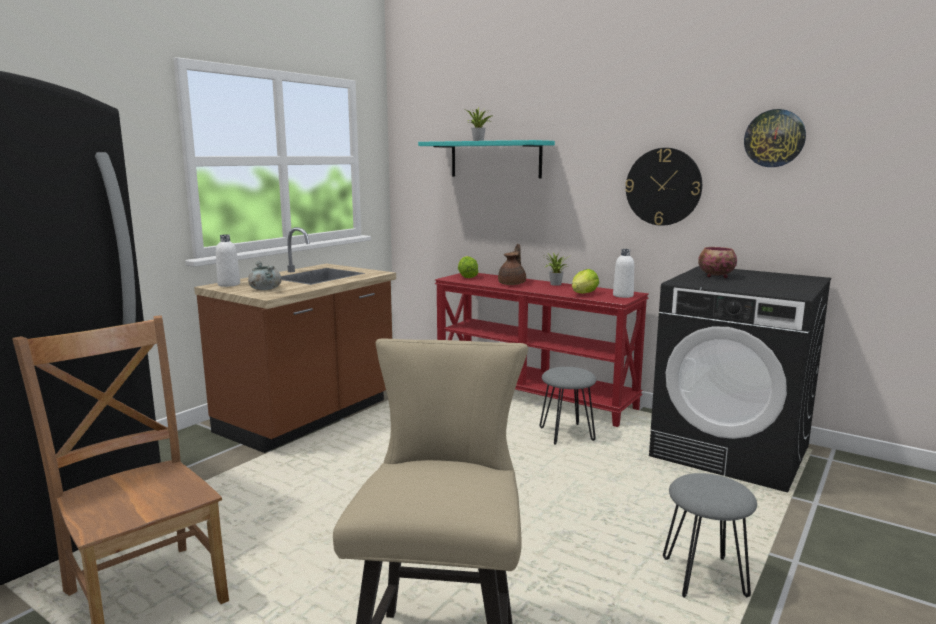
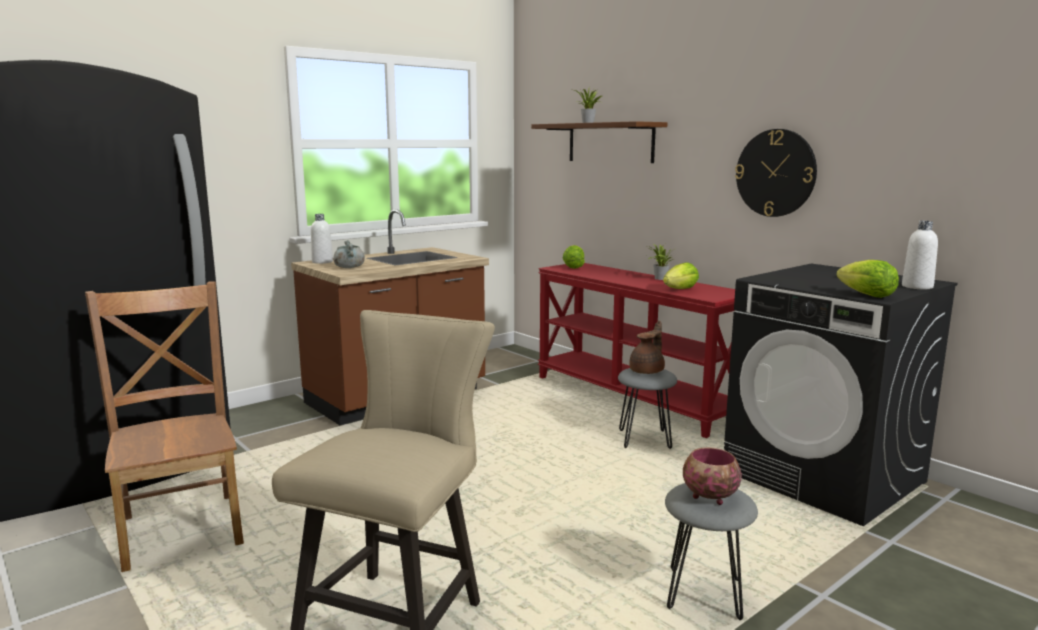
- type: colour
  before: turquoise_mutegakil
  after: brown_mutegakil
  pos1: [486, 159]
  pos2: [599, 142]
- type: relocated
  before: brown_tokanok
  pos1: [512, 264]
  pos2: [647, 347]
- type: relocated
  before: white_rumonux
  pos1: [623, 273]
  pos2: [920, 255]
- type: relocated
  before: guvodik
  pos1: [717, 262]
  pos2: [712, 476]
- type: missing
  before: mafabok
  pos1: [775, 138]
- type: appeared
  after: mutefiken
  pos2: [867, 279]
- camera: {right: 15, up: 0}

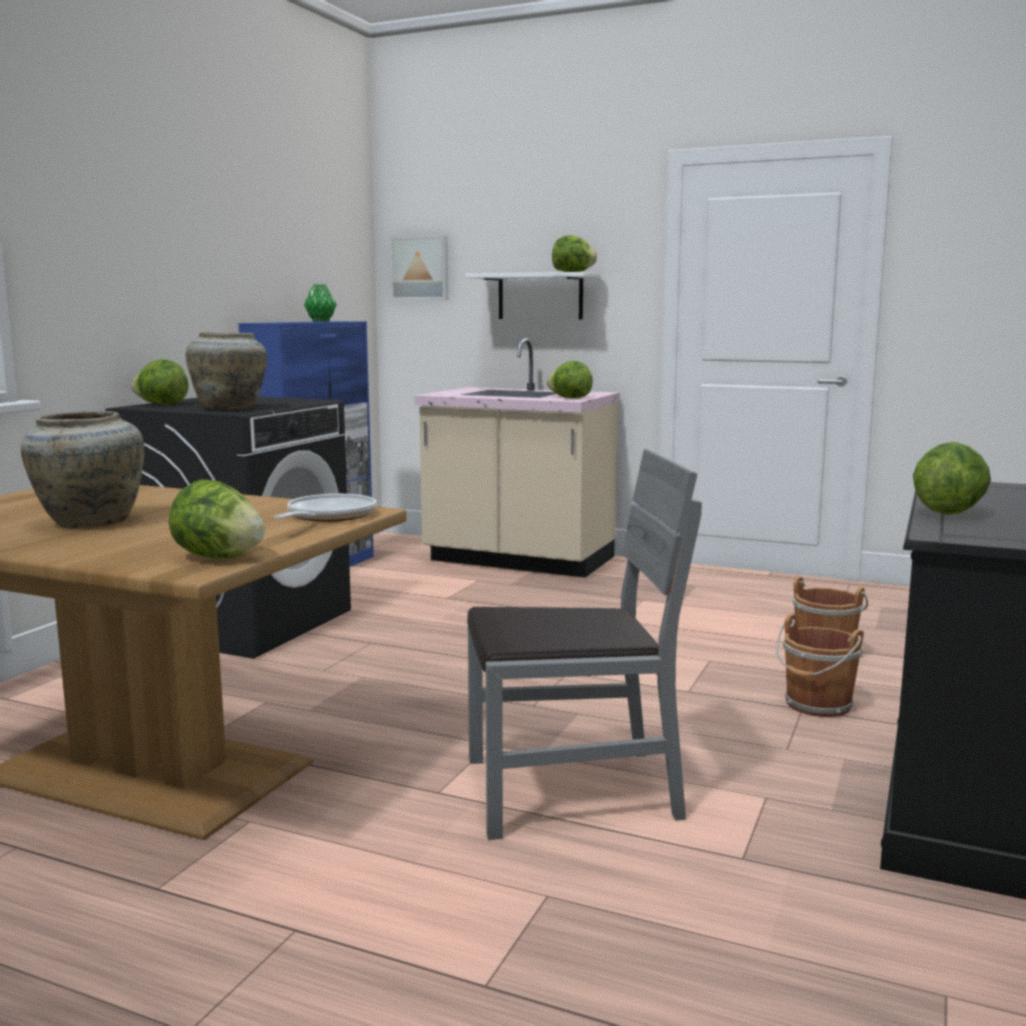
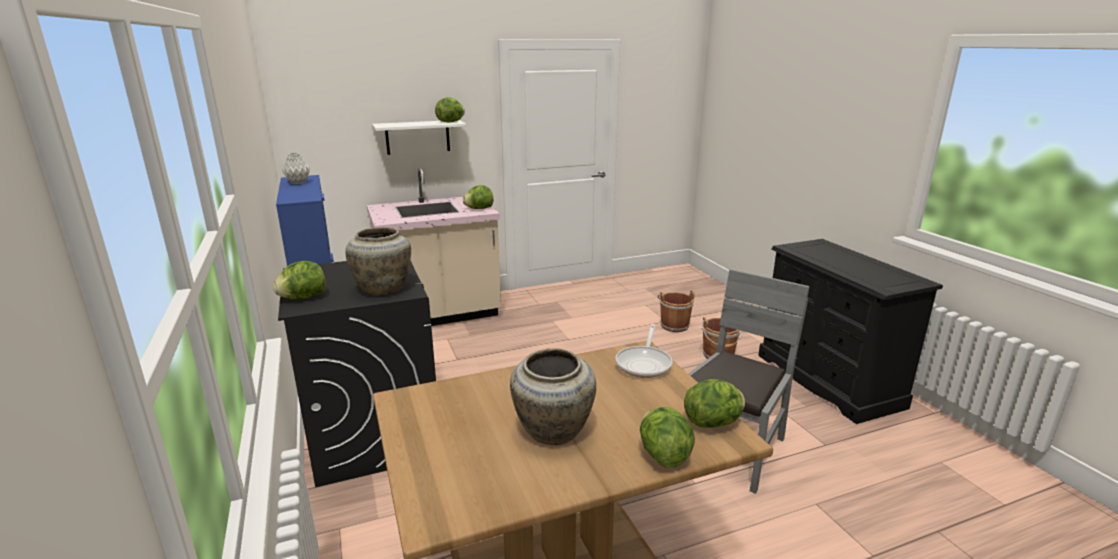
- type: spun
  before: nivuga
  pos1: [325, 508]
  pos2: [643, 351]
  turn: -135
- type: colour
  before: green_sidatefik
  after: grey_sidatefik
  pos1: [320, 303]
  pos2: [296, 168]
- type: missing
  before: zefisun
  pos1: [419, 268]
- type: relocated
  before: mutefiken
  pos1: [952, 478]
  pos2: [667, 437]
- camera: {right: -45, up: 10}

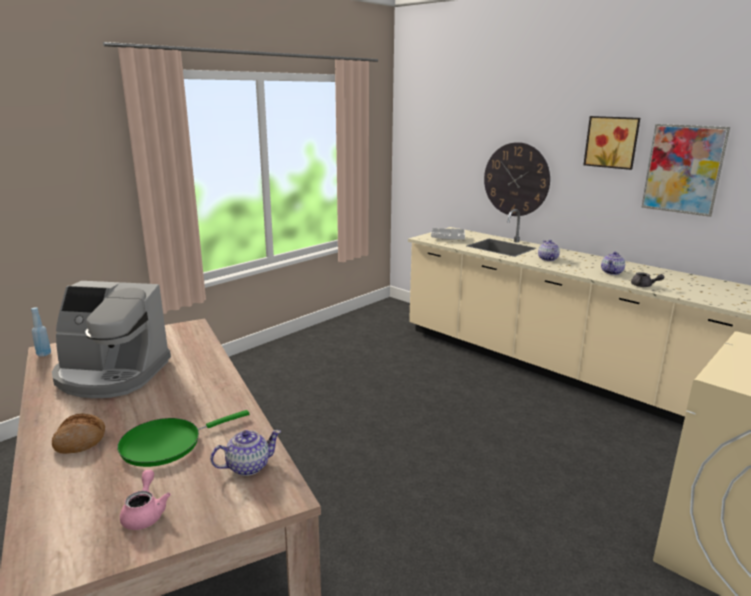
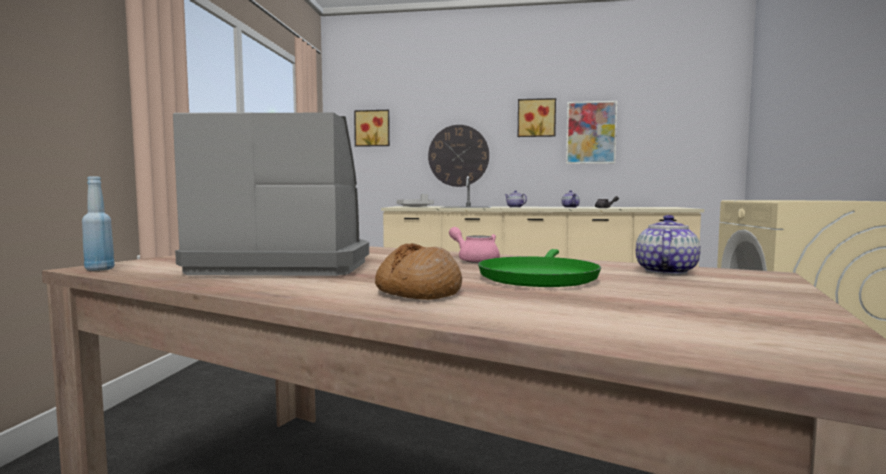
- type: spun
  before: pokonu
  pos1: [111, 339]
  pos2: [271, 194]
  turn: -150
- type: relocated
  before: pink_tokanok
  pos1: [145, 500]
  pos2: [474, 245]
- type: appeared
  after: zefisun
  pos2: [372, 128]
- camera: {right: -35, up: -15}

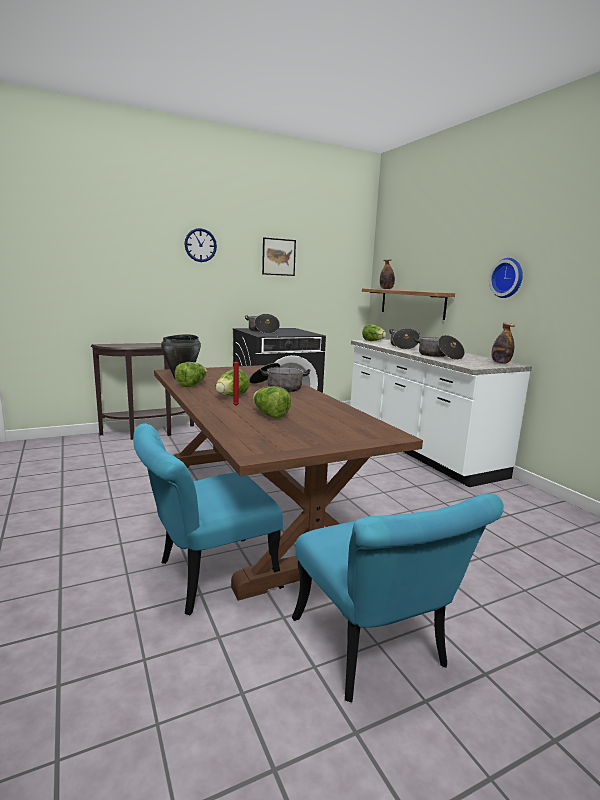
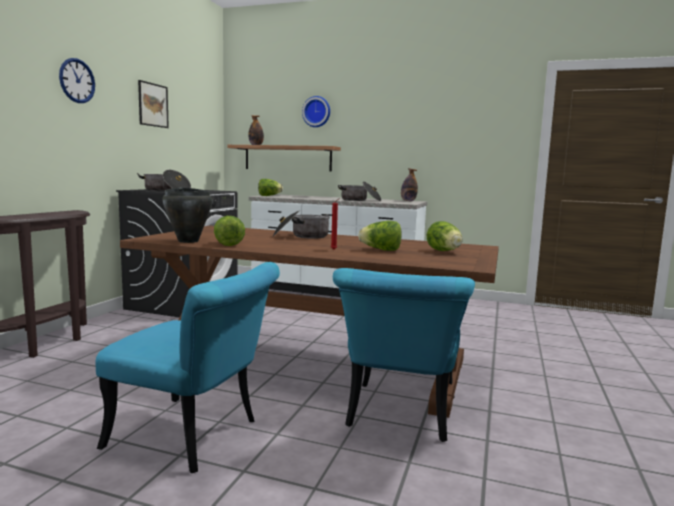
- type: relocated
  before: mutefiken
  pos1: [232, 382]
  pos2: [445, 236]
- type: relocated
  before: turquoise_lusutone
  pos1: [398, 597]
  pos2: [188, 367]
- type: missing
  before: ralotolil
  pos1: [404, 338]
- type: relocated
  before: mafabok
  pos1: [506, 278]
  pos2: [316, 111]
- camera: {right: -45, up: -5}

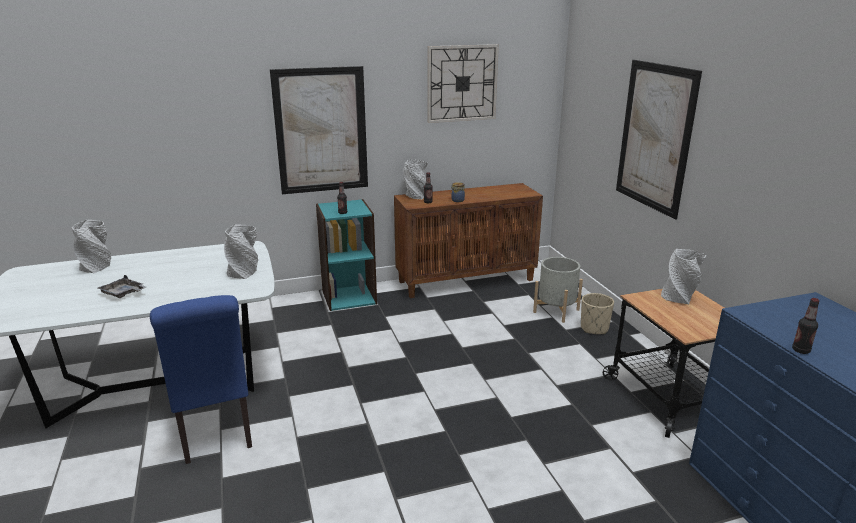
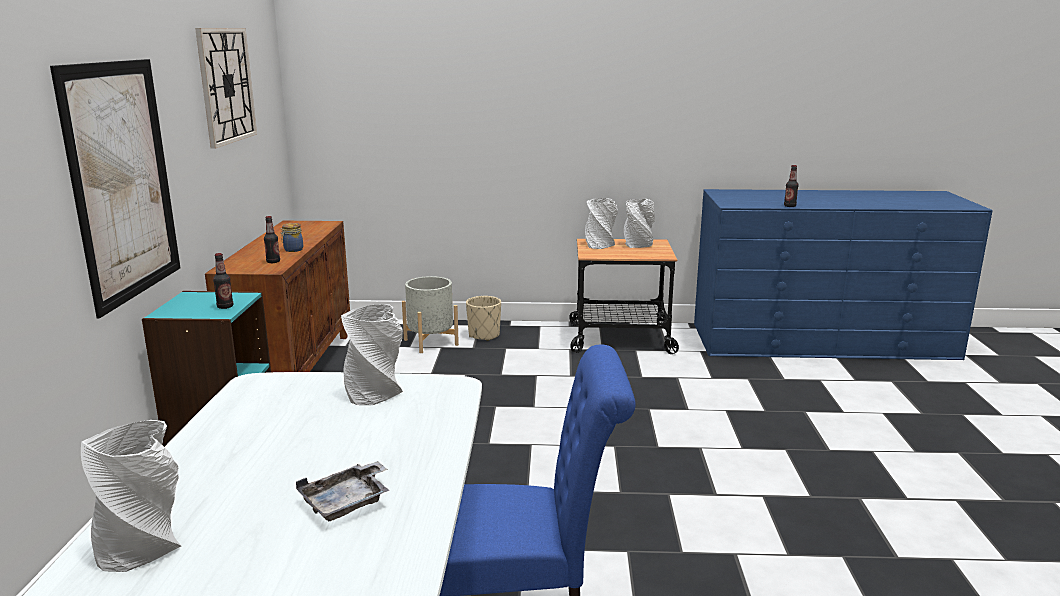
- type: relocated
  before: grey_sidatefik
  pos1: [415, 179]
  pos2: [639, 223]
- type: missing
  before: zefisun
  pos1: [659, 140]
- camera: {right: -70, up: -5}

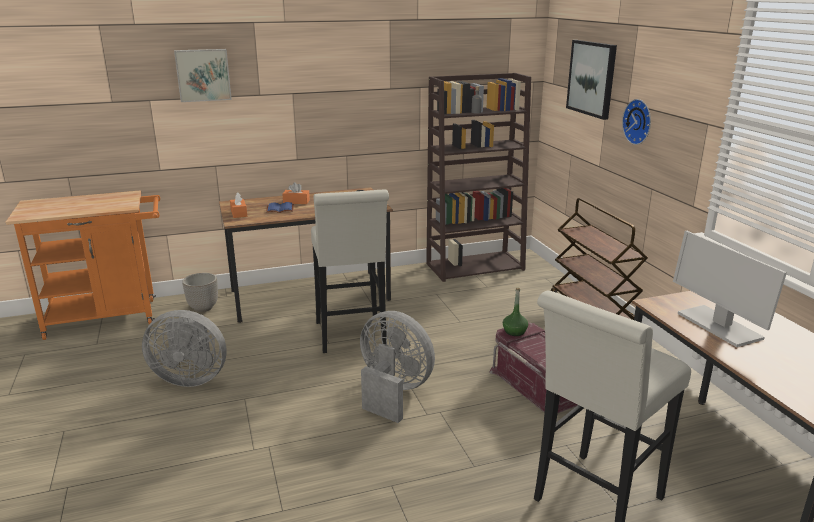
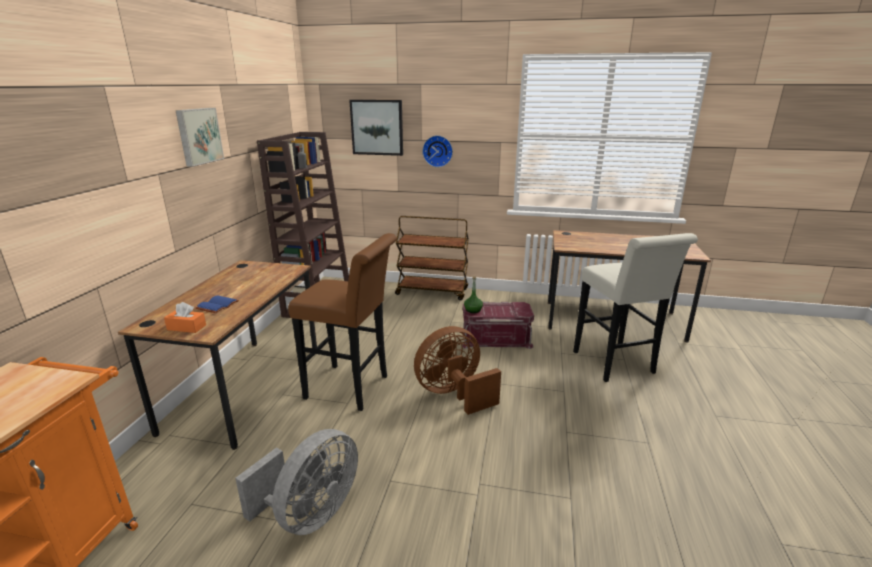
- type: relocated
  before: zefisun
  pos1: [203, 75]
  pos2: [199, 137]
- type: missing
  before: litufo
  pos1: [200, 292]
- type: missing
  before: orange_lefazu
  pos1: [296, 193]
- type: colour
  before: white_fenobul
  after: brown_fenobul
  pos1: [350, 271]
  pos2: [342, 322]
- type: colour
  before: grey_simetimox
  after: brown_simetimox
  pos1: [397, 367]
  pos2: [457, 370]
- type: missing
  before: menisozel
  pos1: [730, 289]
- camera: {right: -60, up: 0}

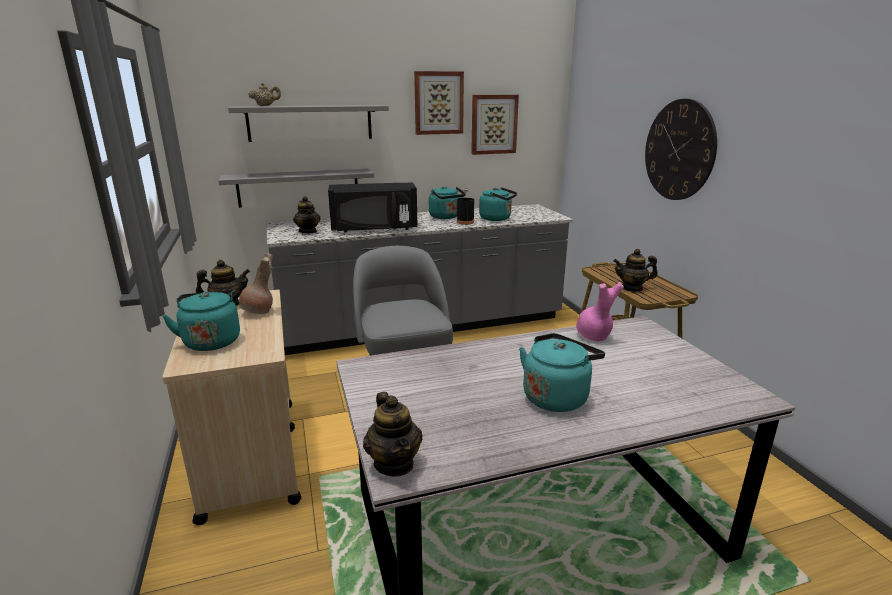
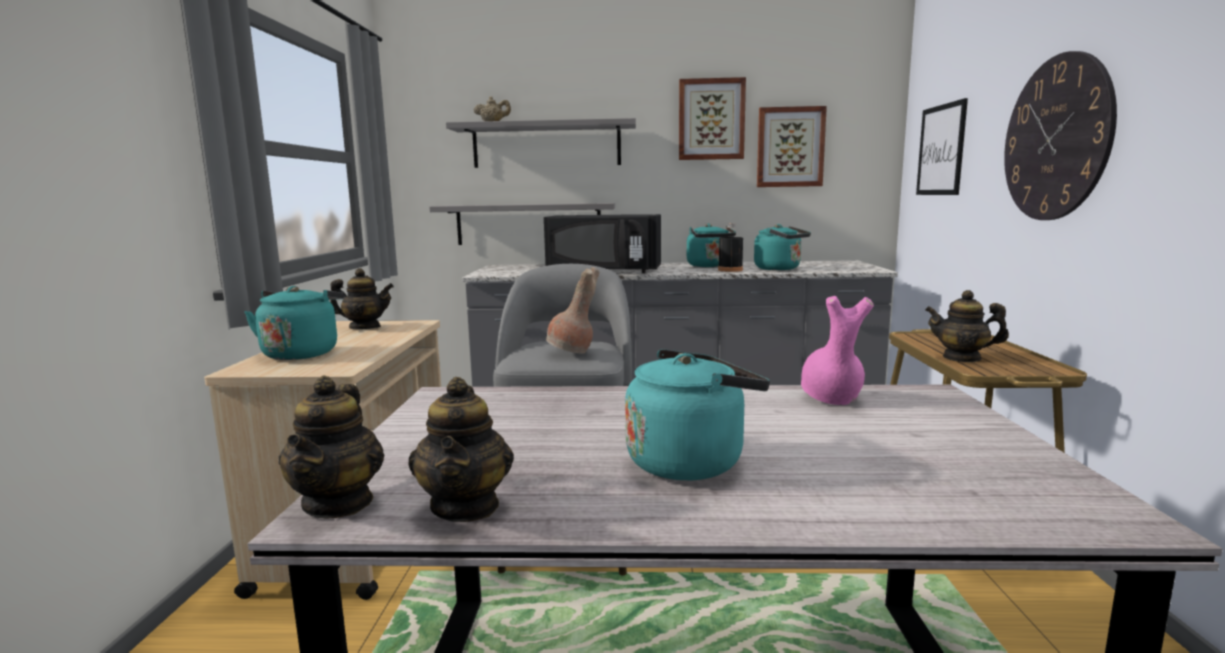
- type: relocated
  before: brown_sidatefik
  pos1: [256, 283]
  pos2: [573, 310]
- type: relocated
  before: tokanok
  pos1: [306, 214]
  pos2: [461, 449]
- type: appeared
  after: zefisun
  pos2: [942, 146]
- camera: {right: 20, up: -10}

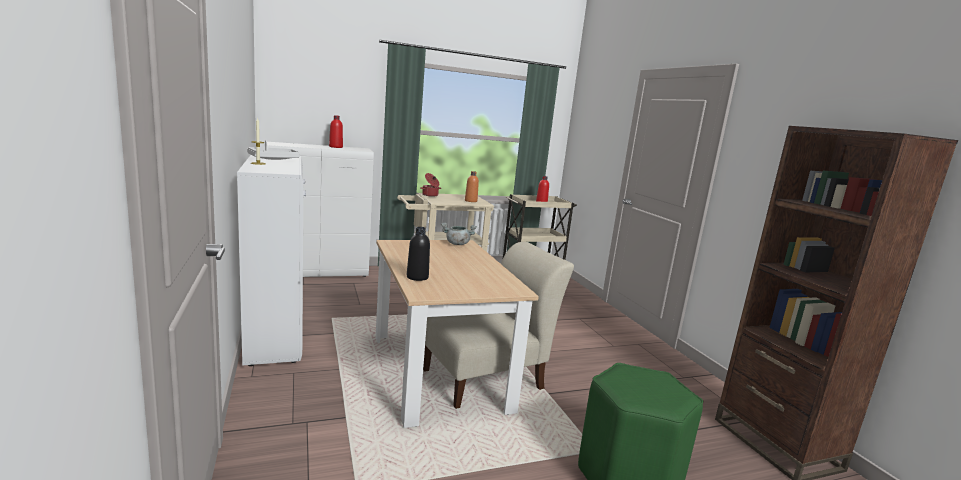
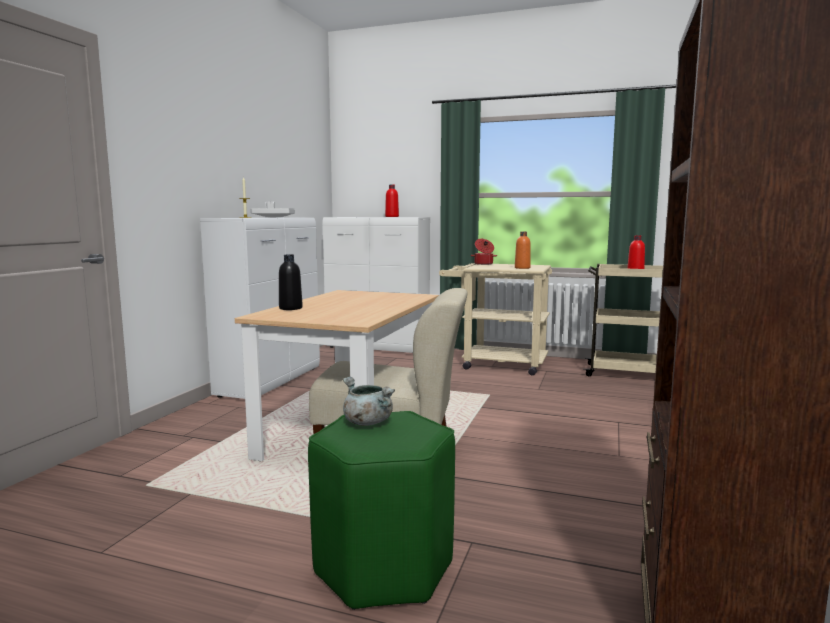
- type: relocated
  before: grey_ralotolil
  pos1: [459, 234]
  pos2: [369, 401]
- camera: {right: 40, up: -5}

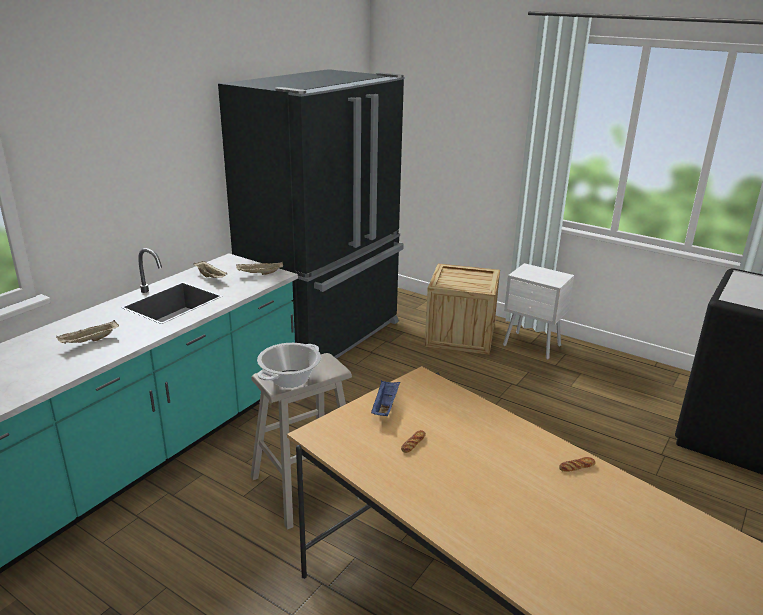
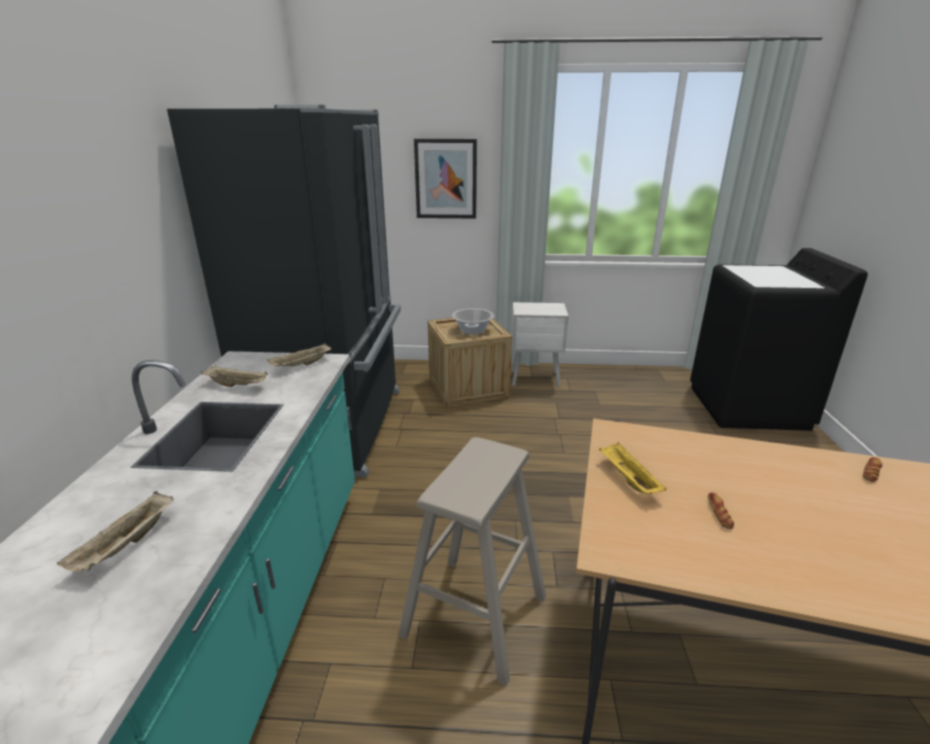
- type: relocated
  before: ralotolil
  pos1: [289, 365]
  pos2: [473, 321]
- type: colour
  before: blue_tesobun
  after: yellow_tesobun
  pos1: [385, 398]
  pos2: [633, 468]
- type: appeared
  after: zefisun
  pos2: [445, 179]
- camera: {right: -30, up: 0}

